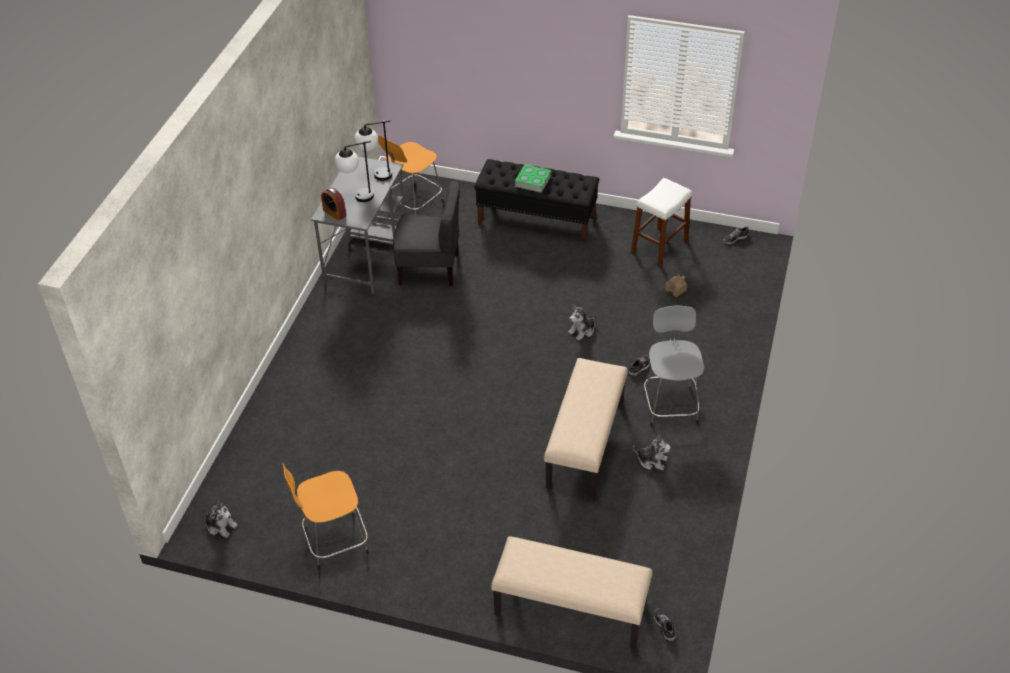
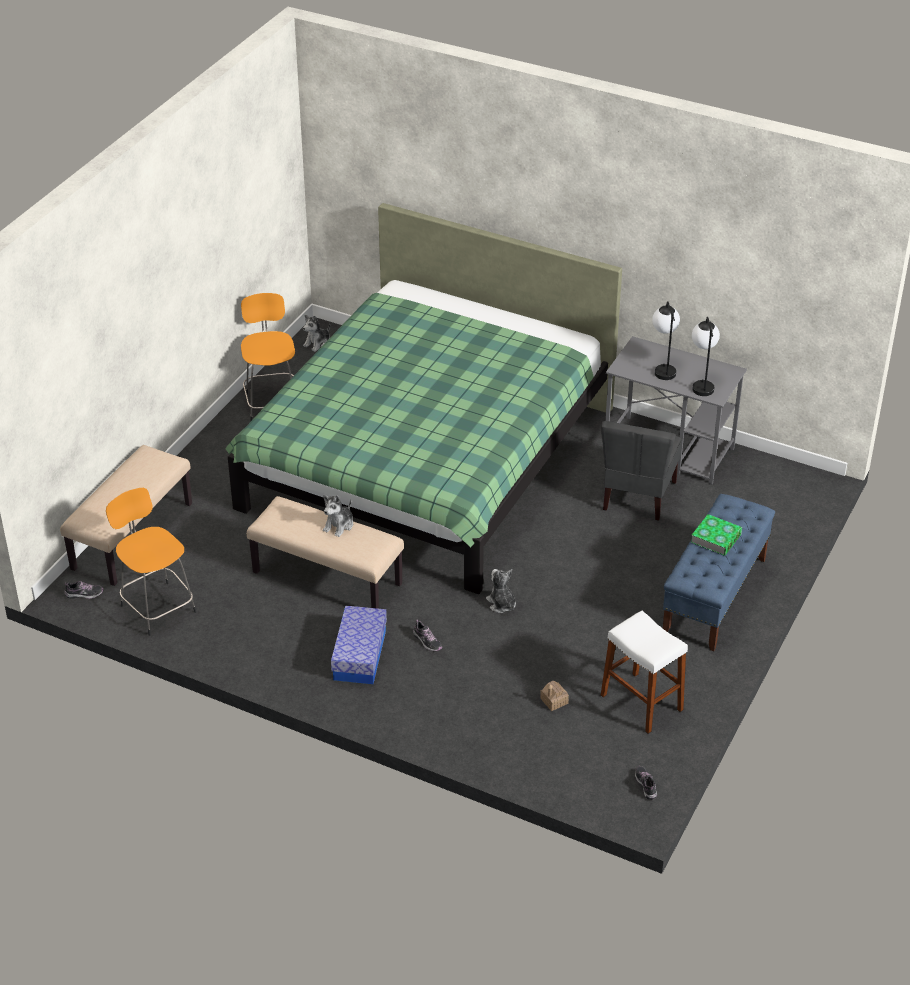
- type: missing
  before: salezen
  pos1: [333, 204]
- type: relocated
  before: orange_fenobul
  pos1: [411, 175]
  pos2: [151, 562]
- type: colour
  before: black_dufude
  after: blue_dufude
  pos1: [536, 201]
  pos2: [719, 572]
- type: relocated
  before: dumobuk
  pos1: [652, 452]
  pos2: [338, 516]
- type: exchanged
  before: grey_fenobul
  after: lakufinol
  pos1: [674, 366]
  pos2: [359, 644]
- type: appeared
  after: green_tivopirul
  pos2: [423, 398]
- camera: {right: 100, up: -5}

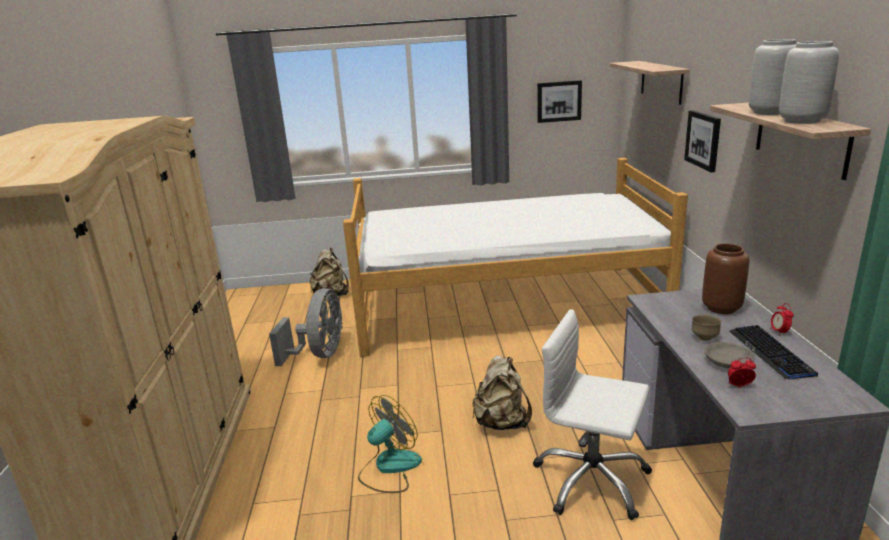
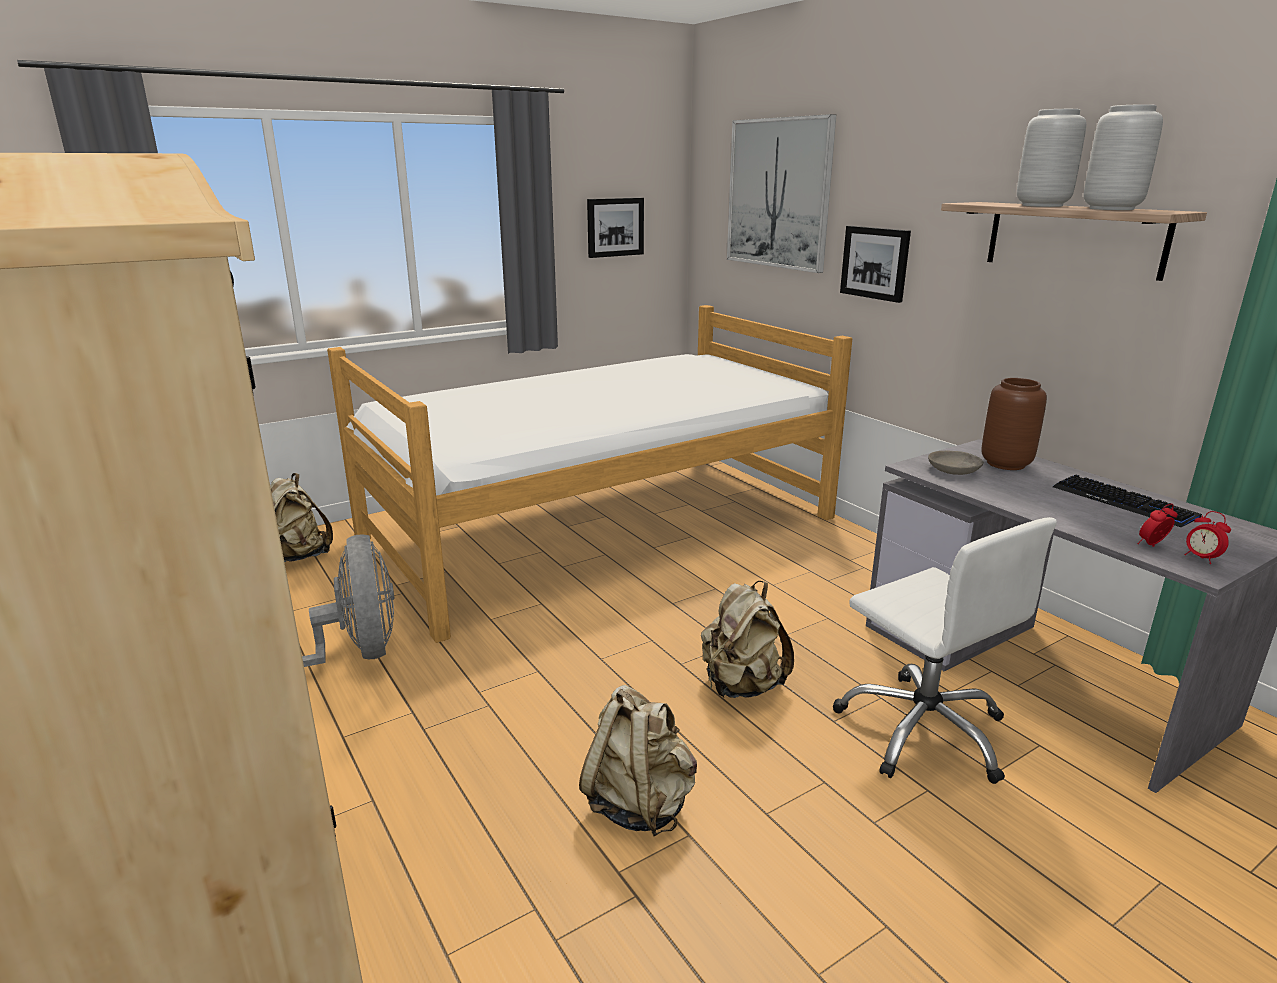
- type: exchanged
  before: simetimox
  after: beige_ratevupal
  pos1: [390, 444]
  pos2: [638, 760]
- type: spun
  before: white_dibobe
  pos1: [592, 414]
  pos2: [945, 650]
  turn: -120
- type: exchanged
  before: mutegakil
  after: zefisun
  pos1: [649, 83]
  pos2: [781, 193]
- type: missing
  before: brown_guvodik
  pos1: [707, 328]
- type: relocated
  before: grey_guvodik
  pos1: [730, 355]
  pos2: [956, 463]
- type: relocated
  before: salezen
  pos1: [782, 319]
  pos2: [1207, 537]
- camera: {right: -30, up: 0}

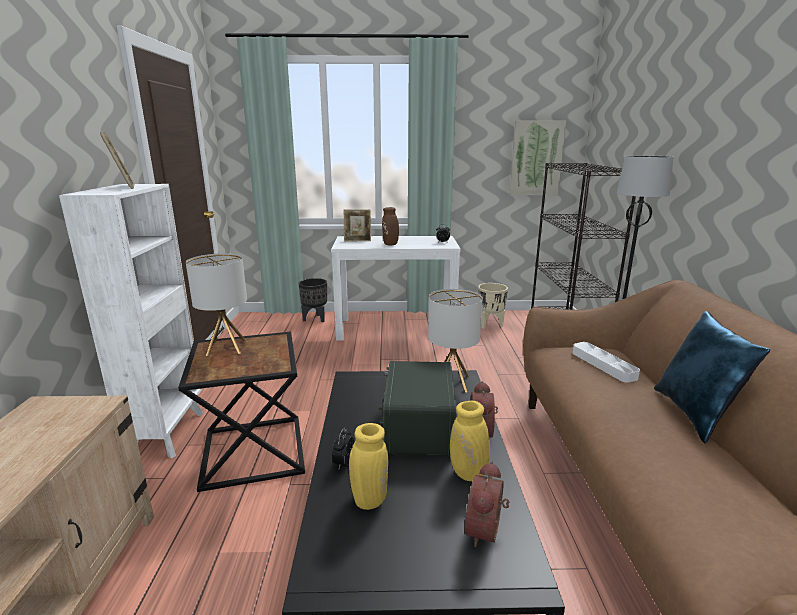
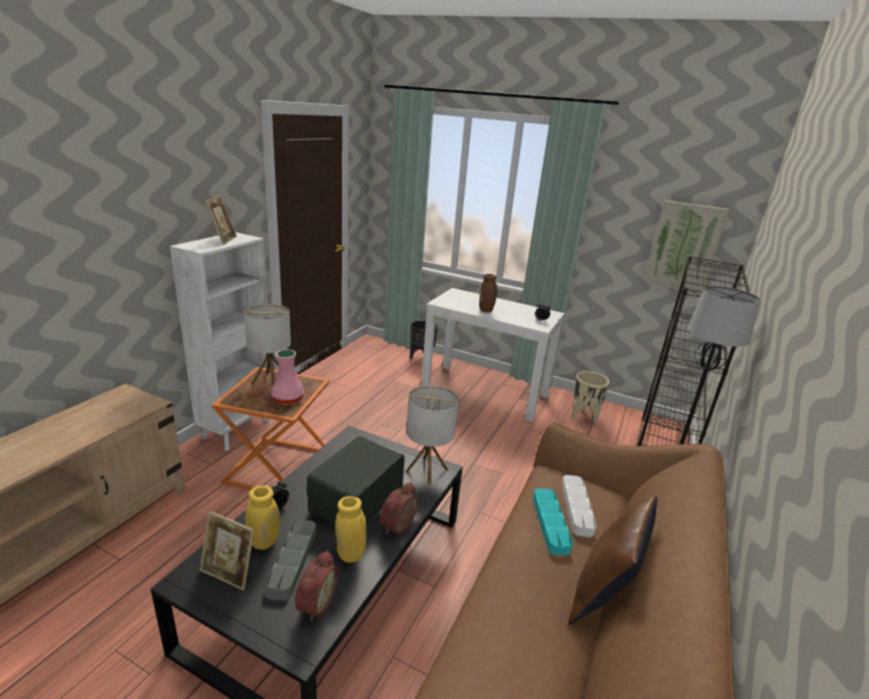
- type: colour
  before: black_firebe
  after: orange_firebe
  pos1: [241, 412]
  pos2: [271, 428]
- type: relocated
  before: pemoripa
  pos1: [357, 225]
  pos2: [227, 550]
- type: spun
  before: salezen
  pos1: [487, 504]
  pos2: [316, 585]
  turn: 150
- type: colour
  before: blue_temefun
  after: brown_temefun
  pos1: [712, 377]
  pos2: [612, 560]
- type: appeared
  after: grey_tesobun
  pos2: [291, 559]
- type: appeared
  after: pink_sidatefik
  pos2: [287, 377]
- type: appeared
  after: turquoise_tesobun
  pos2: [553, 521]
- camera: {right: 25, up: 5}

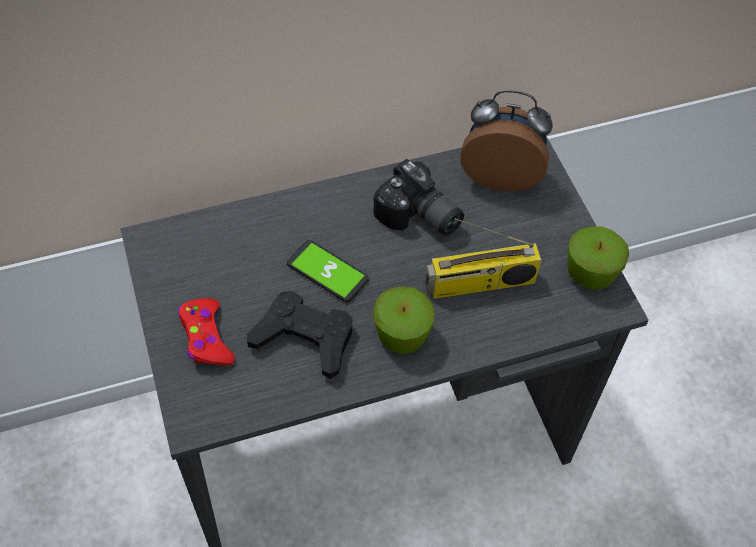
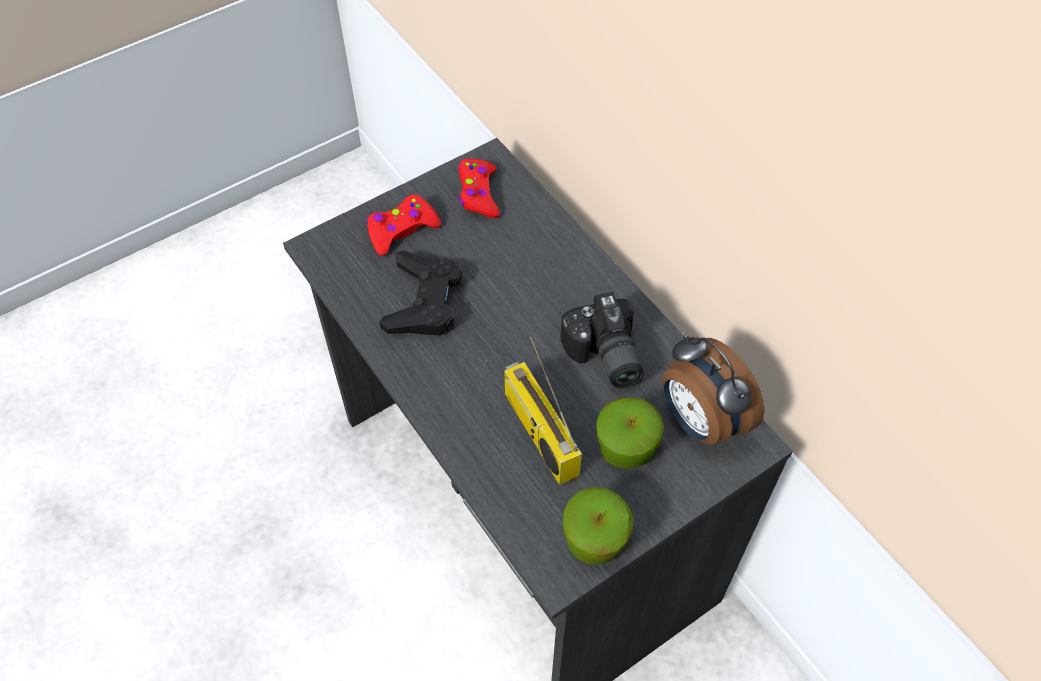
- type: missing
  before: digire
  pos1: [328, 271]
- type: relocated
  before: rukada
  pos1: [404, 320]
  pos2: [630, 433]
- type: spun
  before: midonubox
  pos1: [419, 197]
  pos2: [602, 340]
  turn: -45
- type: spun
  before: salezen
  pos1: [506, 141]
  pos2: [713, 389]
  turn: 150
- type: appeared
  after: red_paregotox
  pos2: [479, 188]
- camera: {right: 75, up: 0}

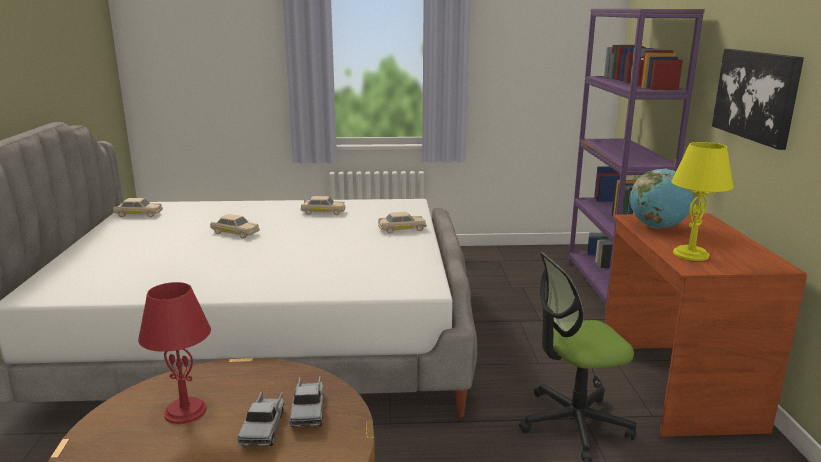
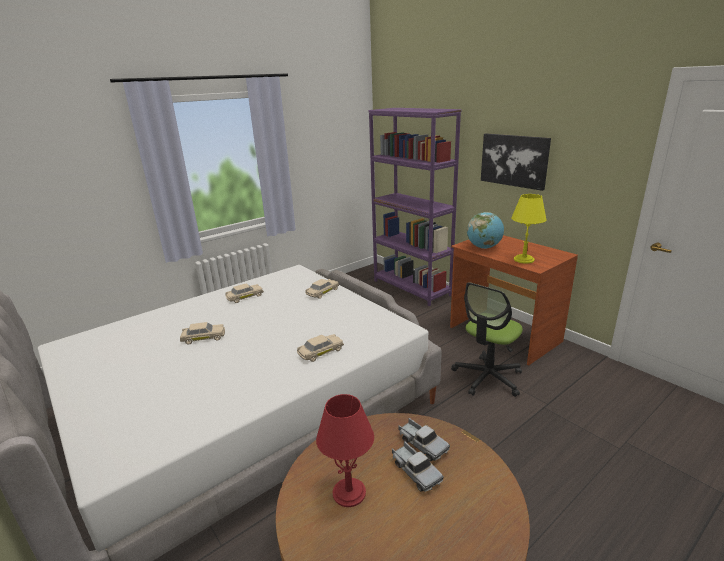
- type: relocated
  before: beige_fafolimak
  pos1: [138, 207]
  pos2: [320, 348]
- camera: {right: -35, up: 5}

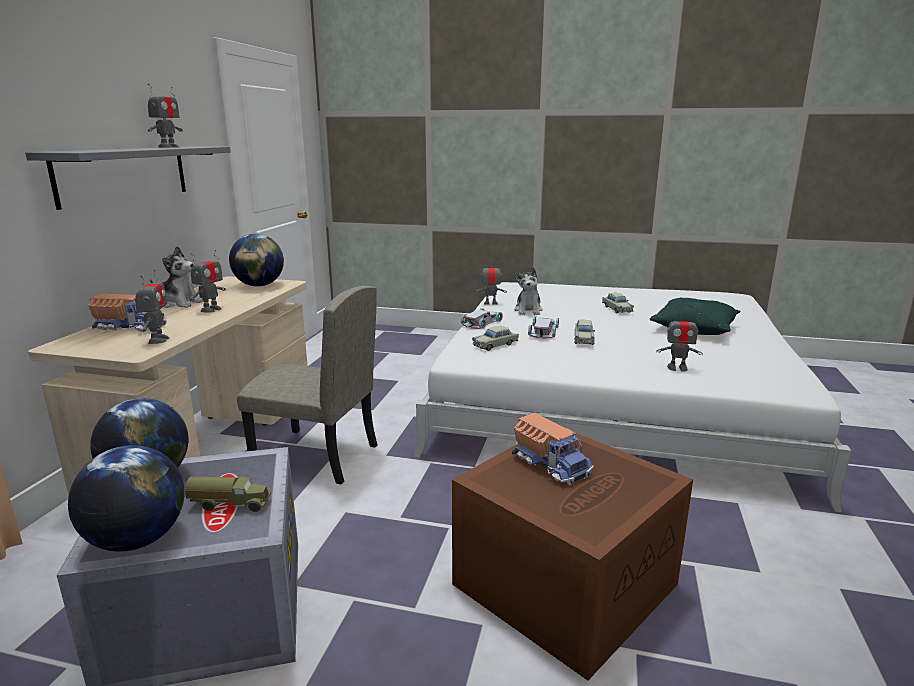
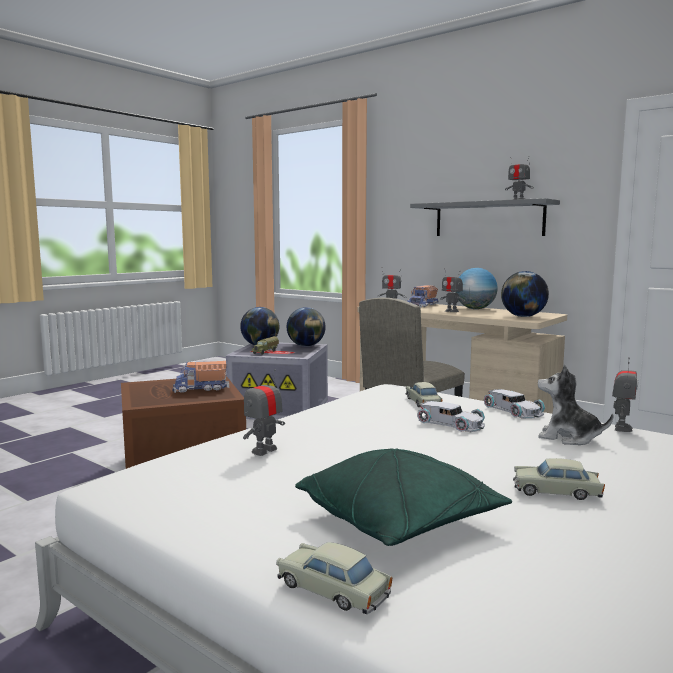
- type: exchanged
  before: dumobuk
  after: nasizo
  pos1: [176, 277]
  pos2: [476, 288]
- type: relocated
  before: beige_fafolimak
  pos1: [584, 332]
  pos2: [334, 578]
- camera: {right: 115, up: -10}

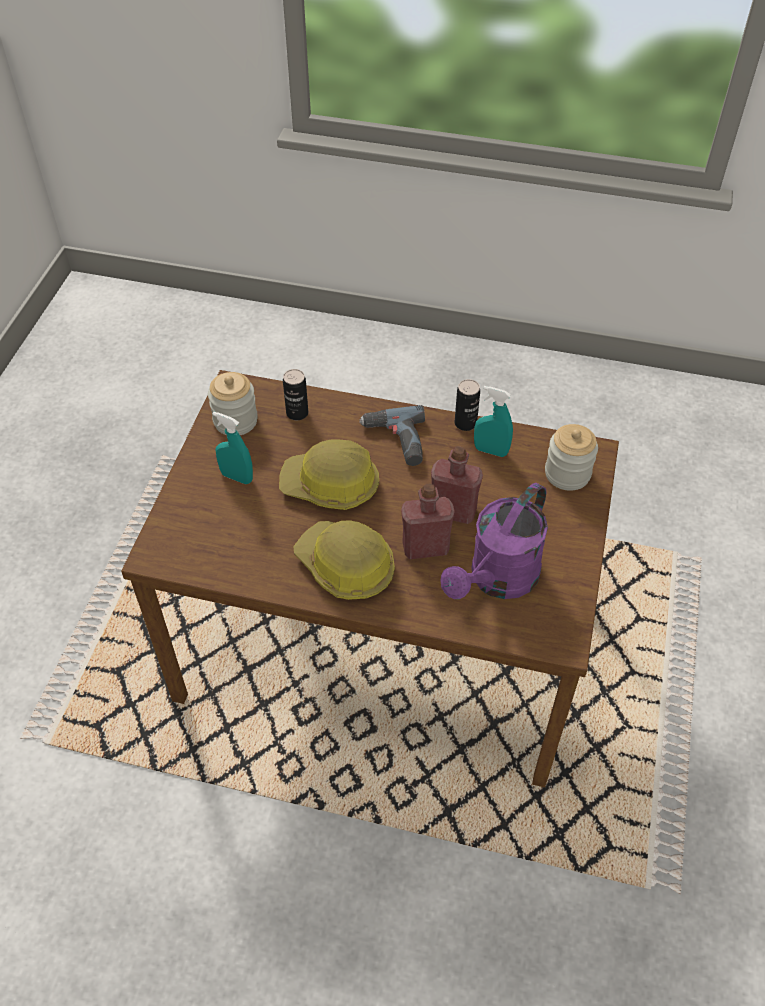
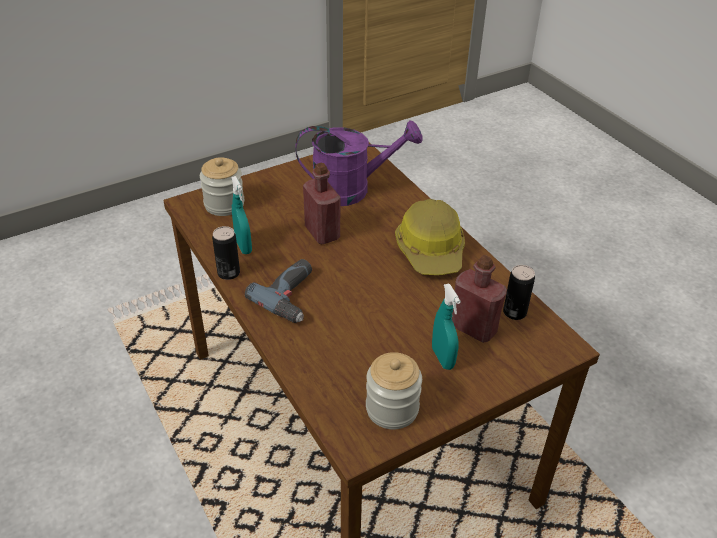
- type: missing
  before: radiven
  pos1: [329, 474]
- type: relocated
  before: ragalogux
  pos1: [295, 394]
  pos2: [519, 292]
- type: relocated
  before: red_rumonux
  pos1: [428, 521]
  pos2: [479, 299]
- camera: {right: -135, up: -10}

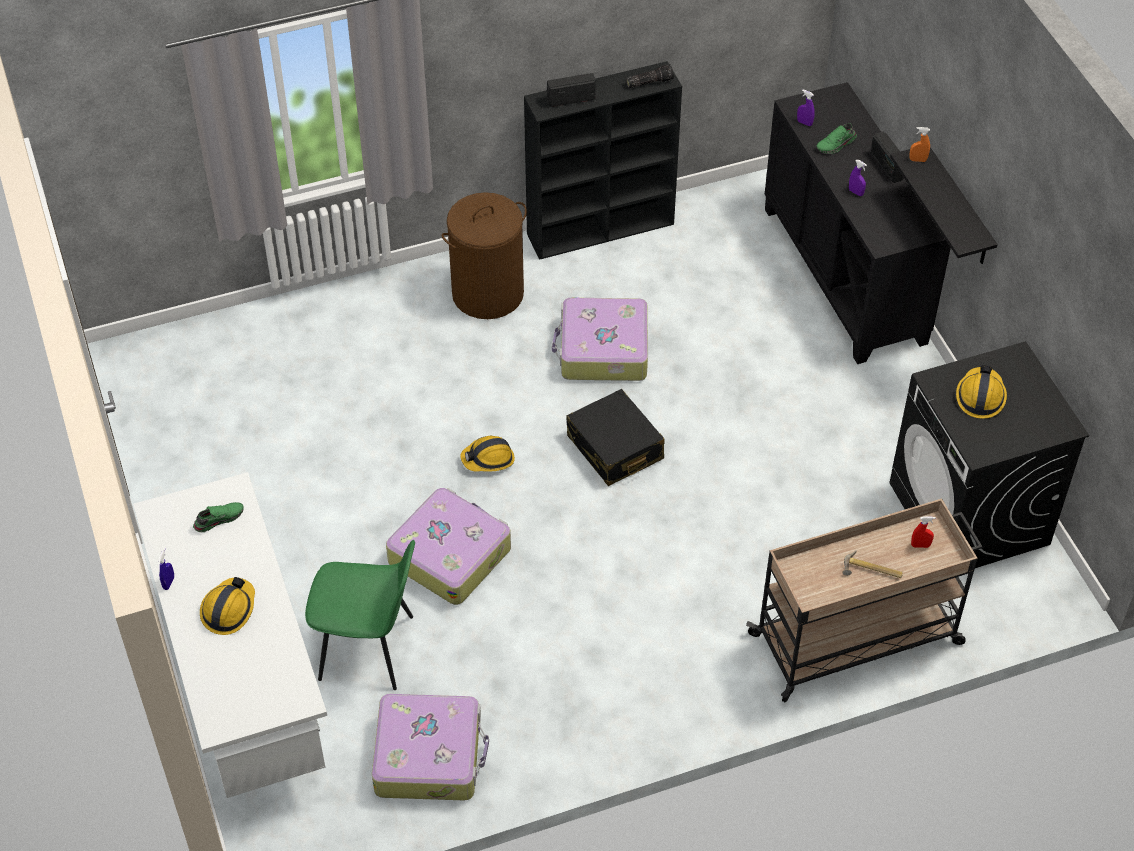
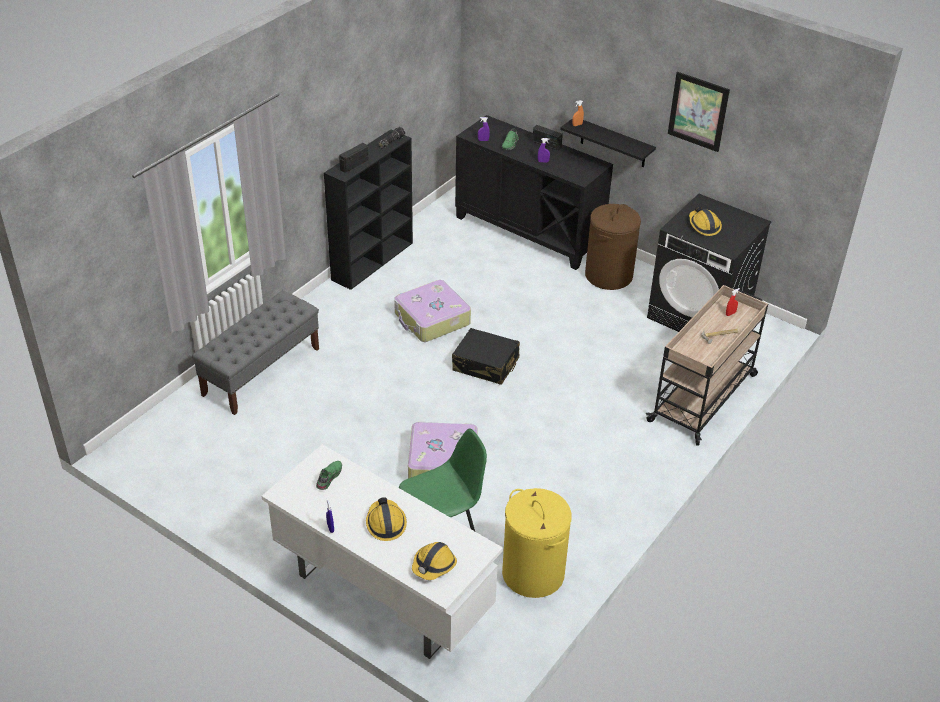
- type: exchanged
  before: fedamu
  after: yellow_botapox
  pos1: [430, 747]
  pos2: [537, 543]
- type: relocated
  before: brown_botapox
  pos1: [484, 255]
  pos2: [613, 247]
- type: relocated
  before: radiven
  pos1: [487, 454]
  pos2: [434, 561]
- type: appeared
  after: grey_dufude
  pos2: [255, 353]
- type: appeared
  after: zefisun
  pos2: [699, 112]
- camera: {right: -35, up: -10}

